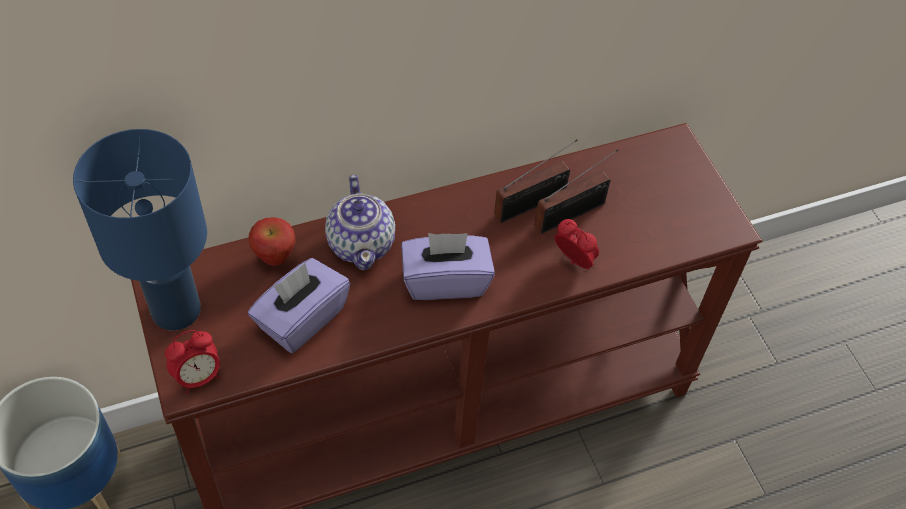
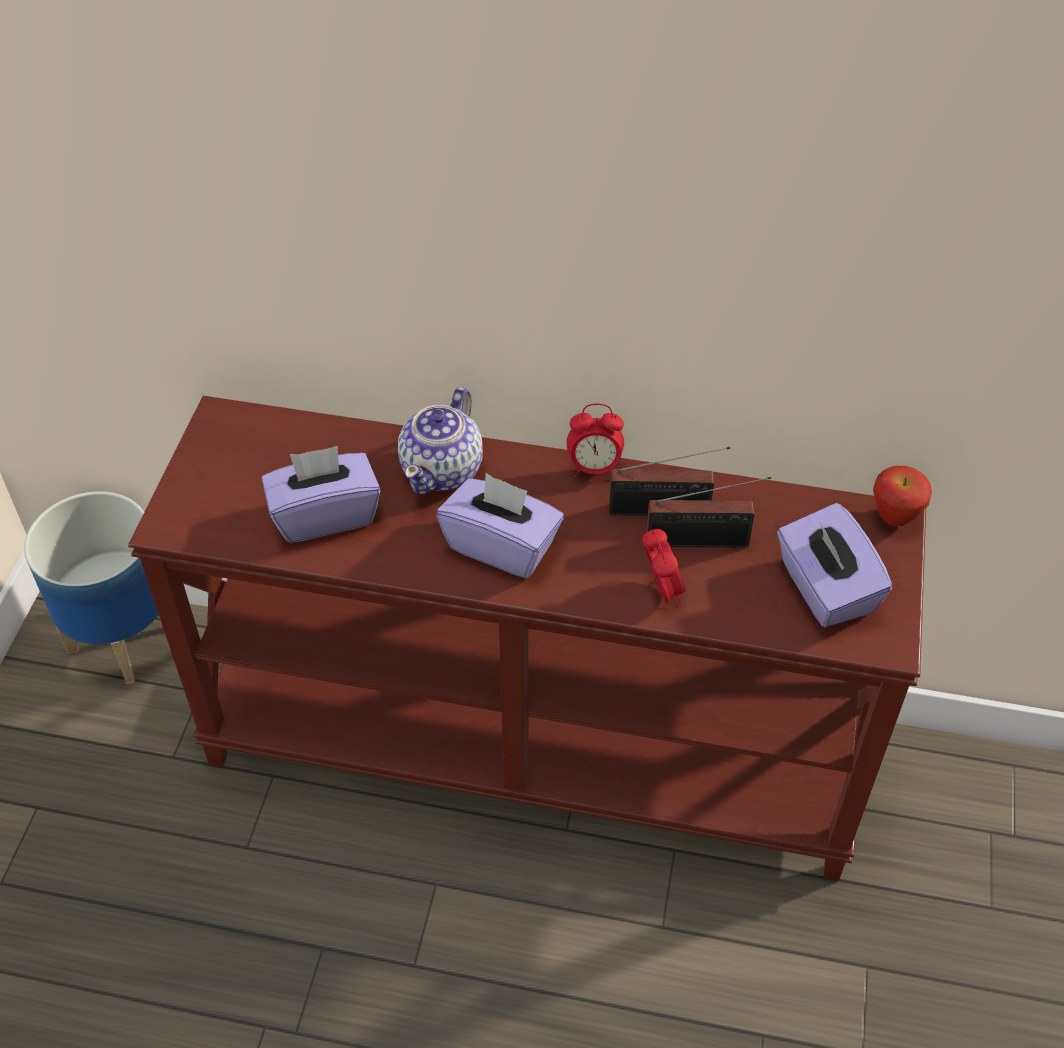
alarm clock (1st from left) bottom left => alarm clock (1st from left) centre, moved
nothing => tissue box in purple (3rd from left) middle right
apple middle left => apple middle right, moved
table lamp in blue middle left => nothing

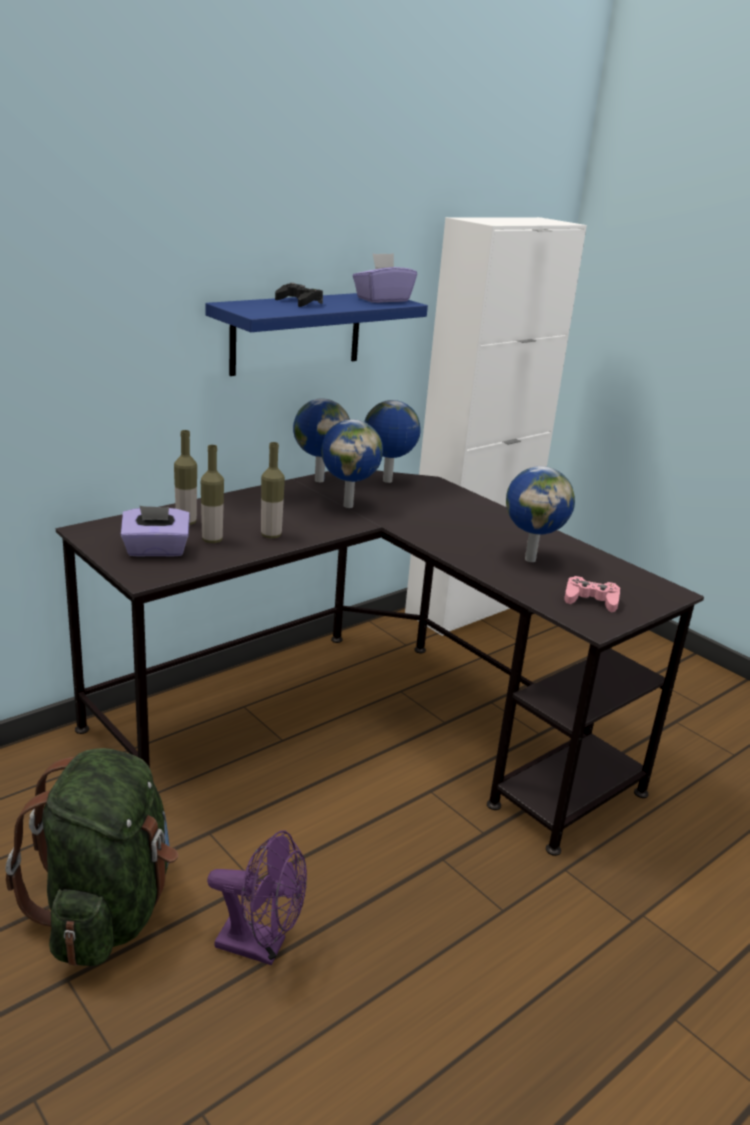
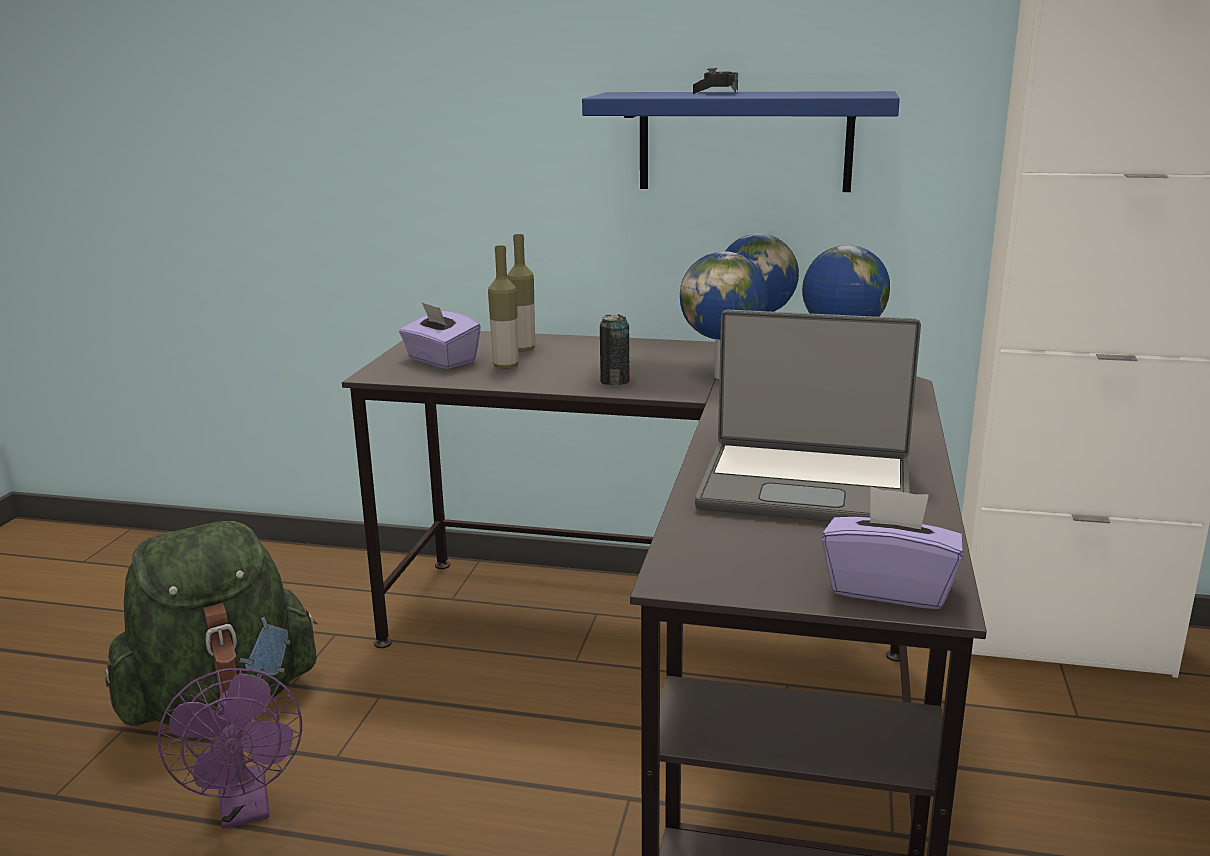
nothing => can centre
globe (4th from left) middle right => laptop middle right
tissue box in purple (2nd from left) top centre => tissue box in purple (2nd from left) middle right, moved
bottle (3rd from left) centre => nothing
game controller in pink middle right => nothing

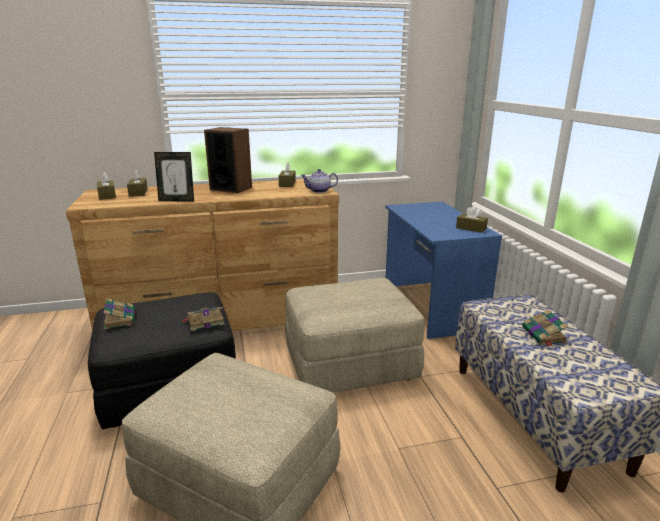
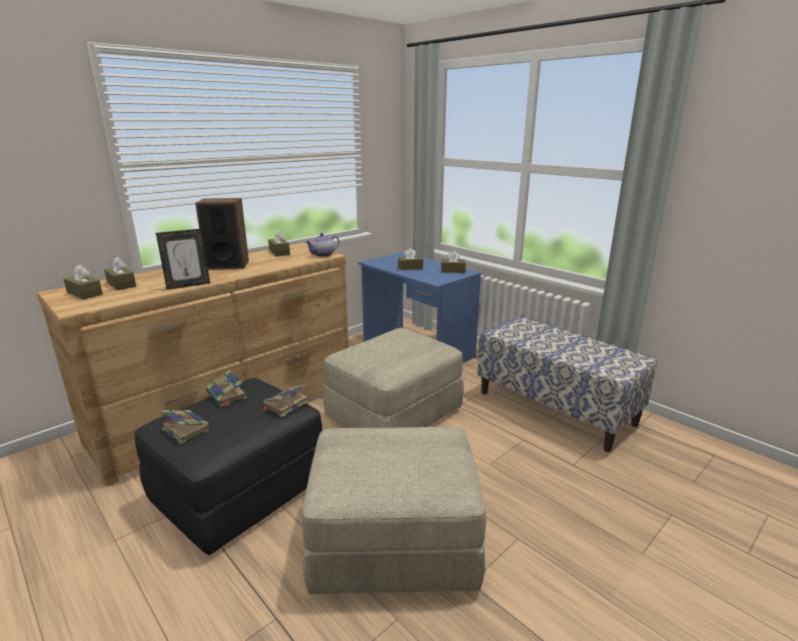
book (3rd from left in the first image) middle right => book (2nd from left) middle left, moved
nothing => tissue box in brown (4th from left) centre

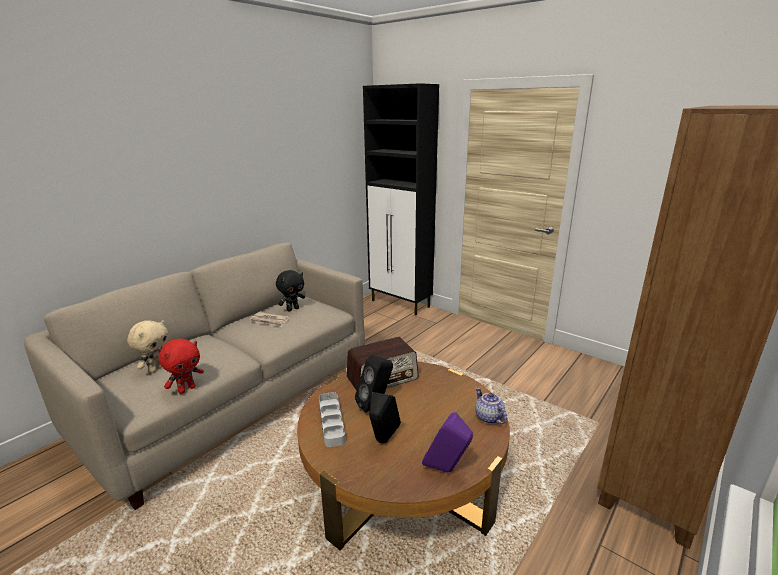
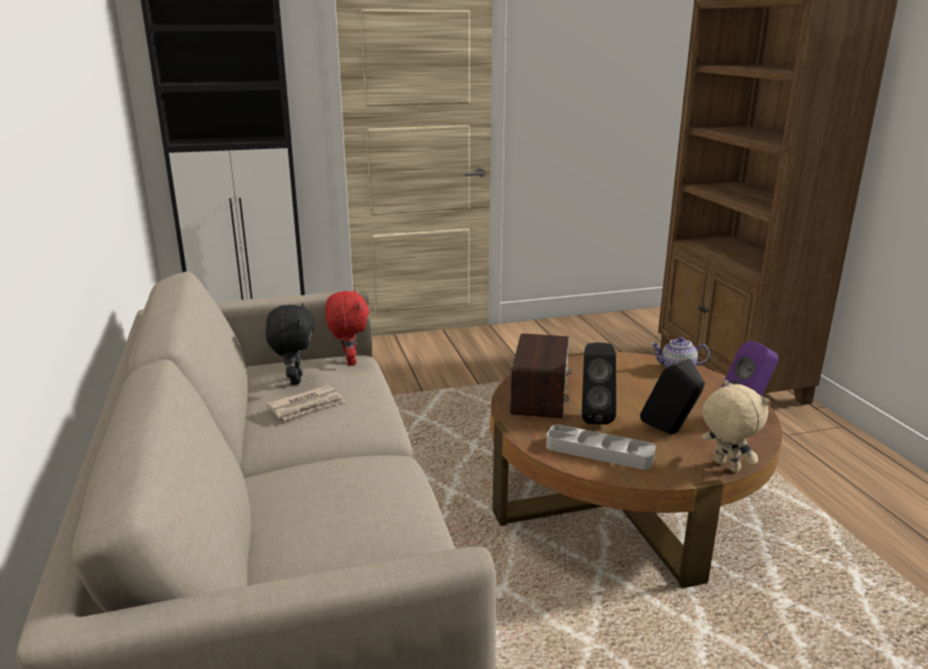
plush toy in red middle left => plush toy in red centre, moved
plush toy in beige middle left => plush toy in beige middle right, moved

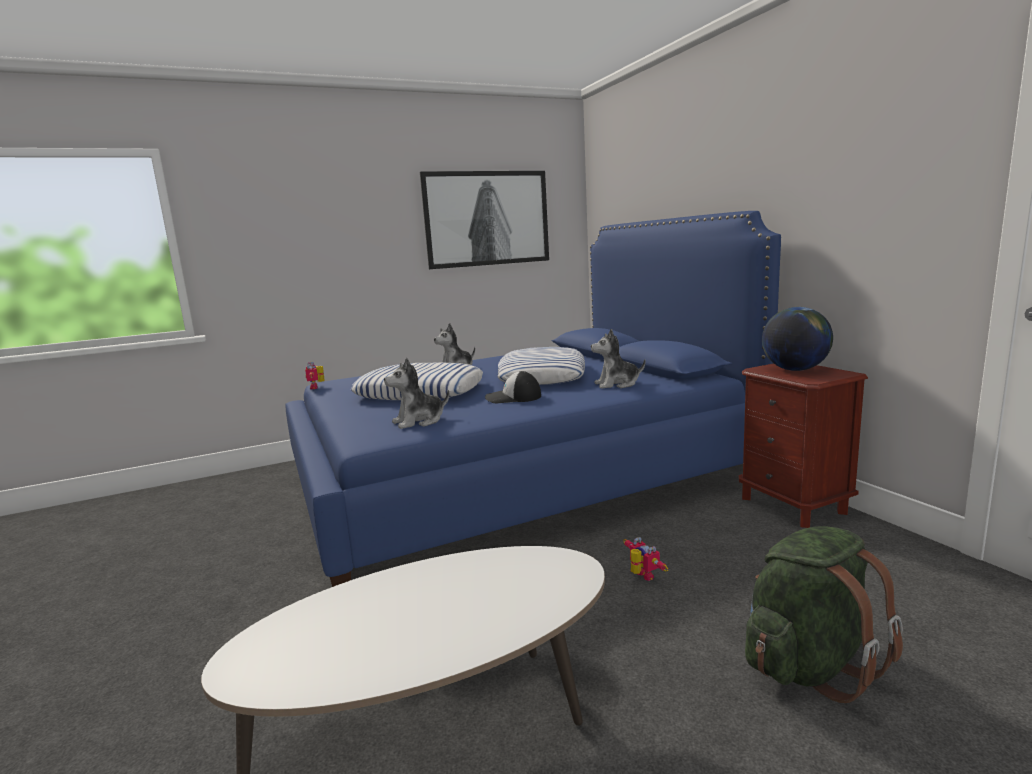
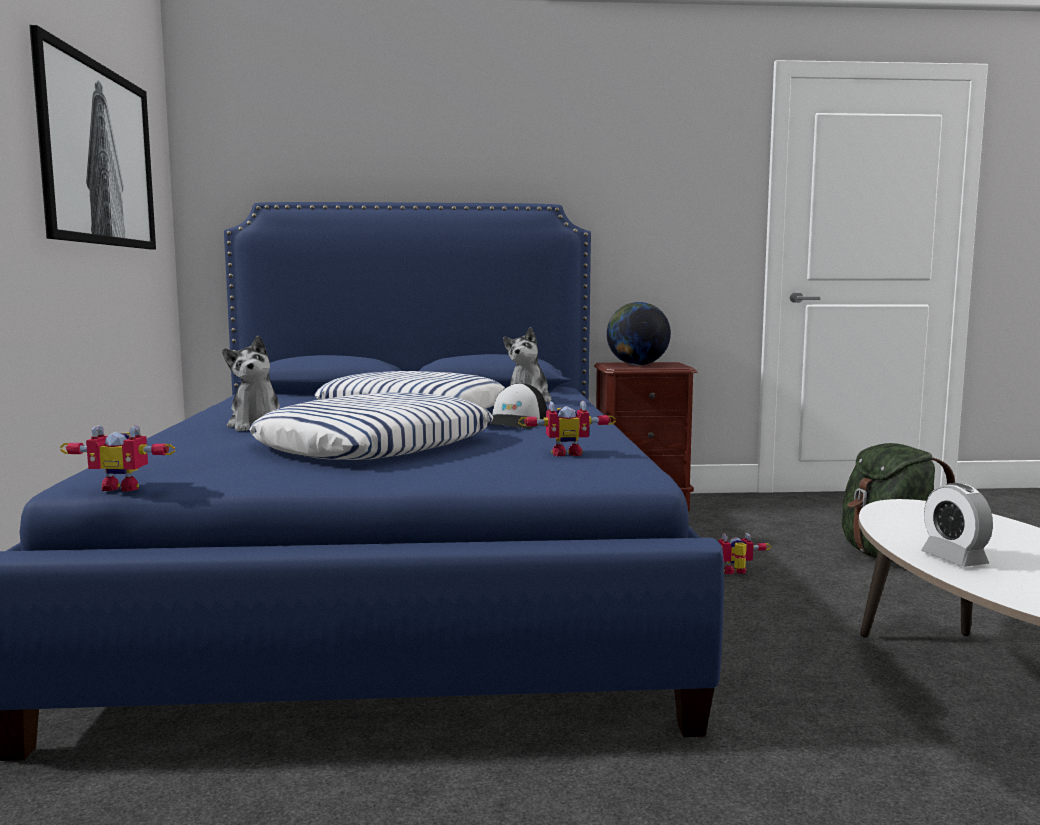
plush toy (1st from left) centre => toy robot (2nd from left) centre
nothing => alarm clock middle right

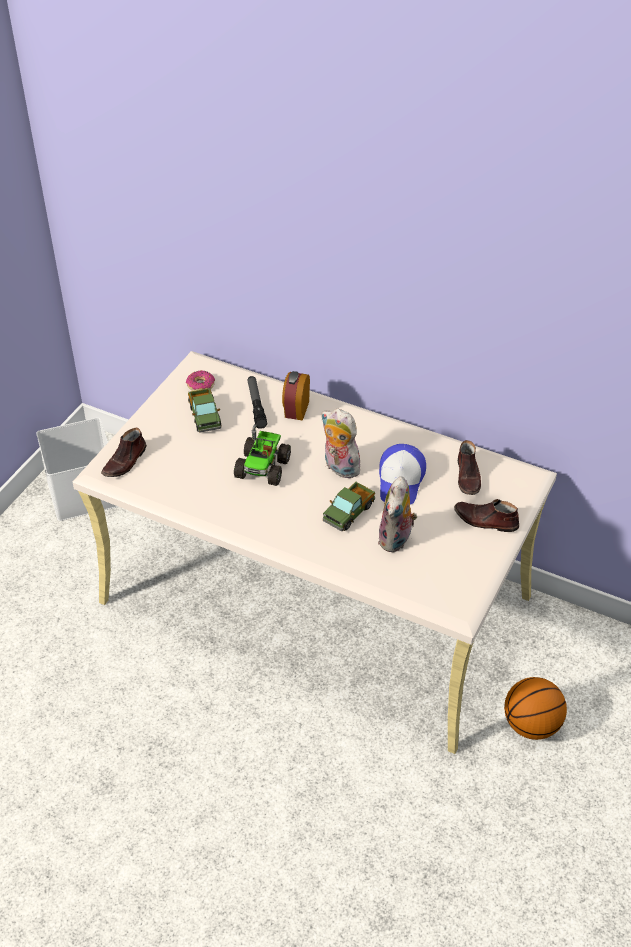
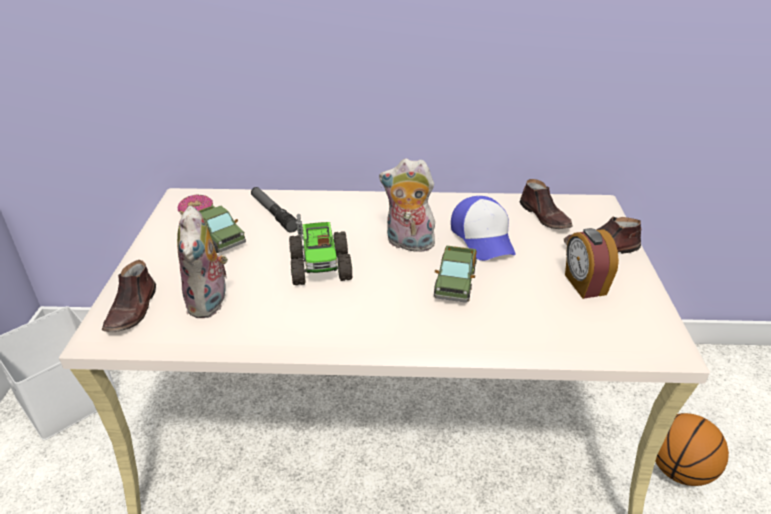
plush toy (2nd from left in the first image) centre => plush toy (1st from left) middle left, moved
alarm clock centre => alarm clock middle right, moved

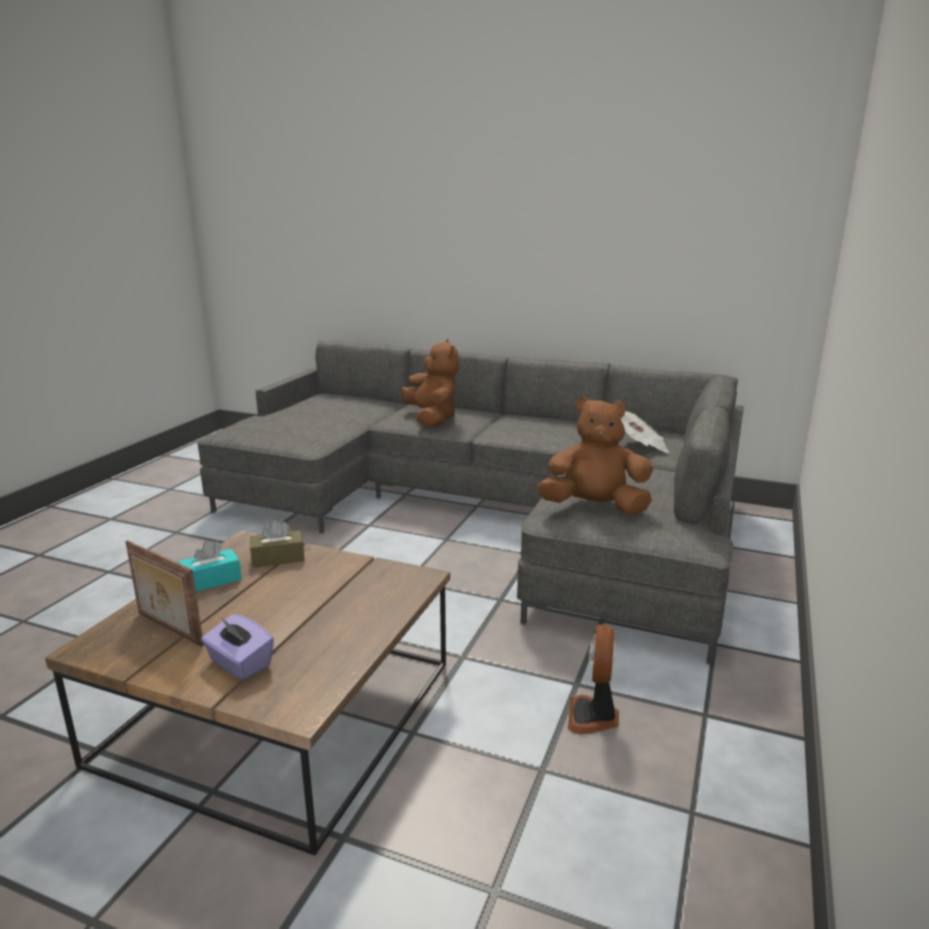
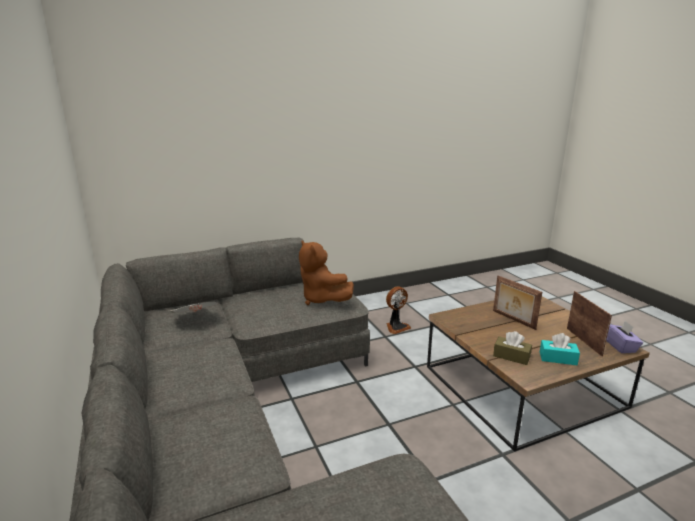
nothing => picture frame (1st from left) middle right
tissue box in purple bottom left => tissue box in purple middle right, moved
plush toy in brown (1st from left) centre => nothing

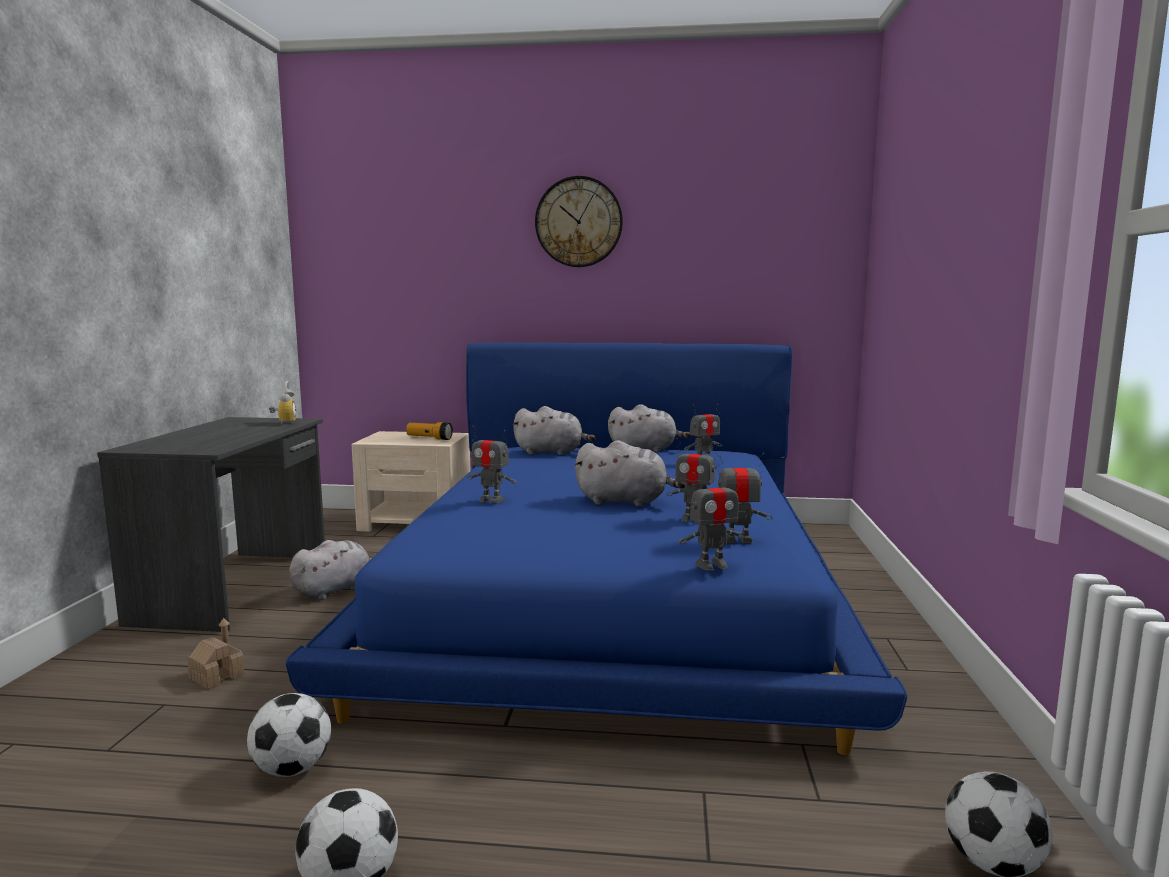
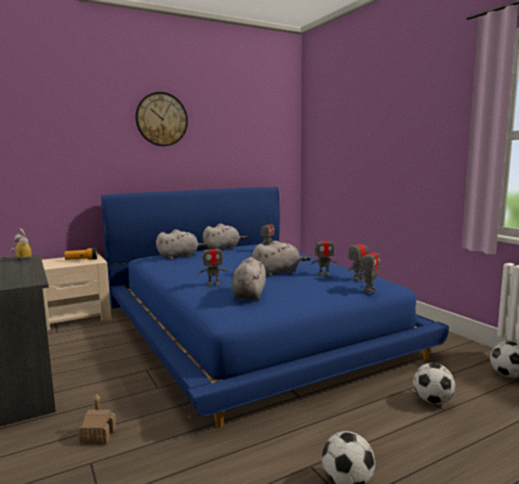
plush toy in grey (1st from left in the first image) middle left => plush toy in grey (3rd from left) centre, moved
football (1st from left in the first image) bottom left => football (2nd from left) bottom right, moved

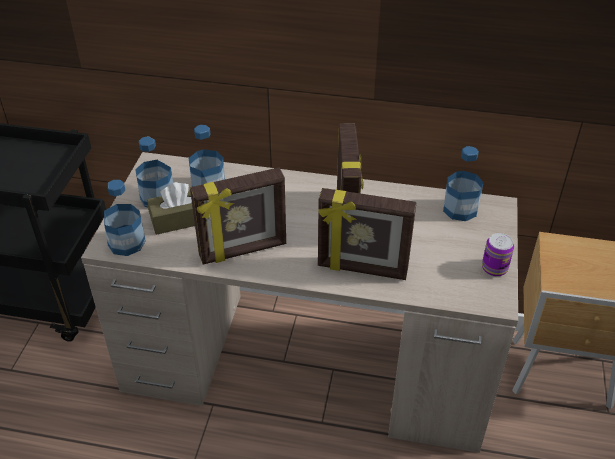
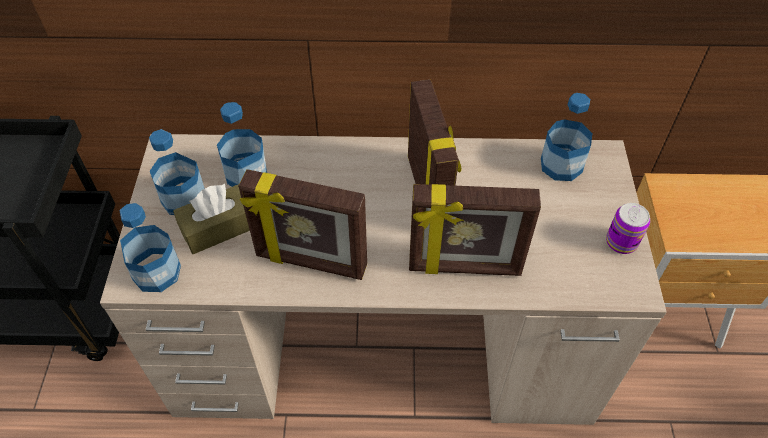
picture frame (1st from left) centre, 45 degrees clockwise

